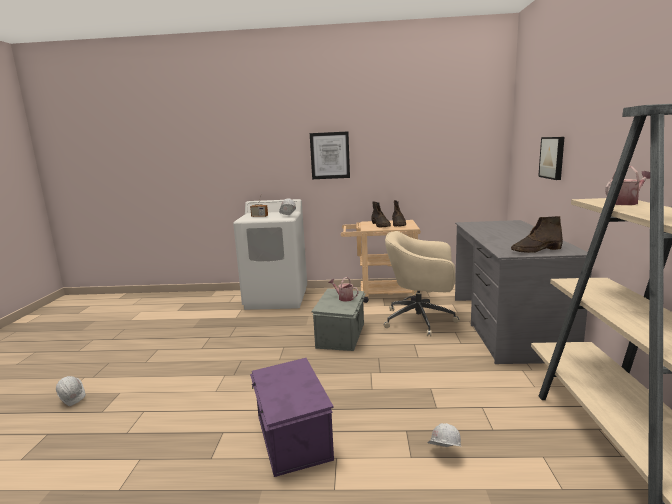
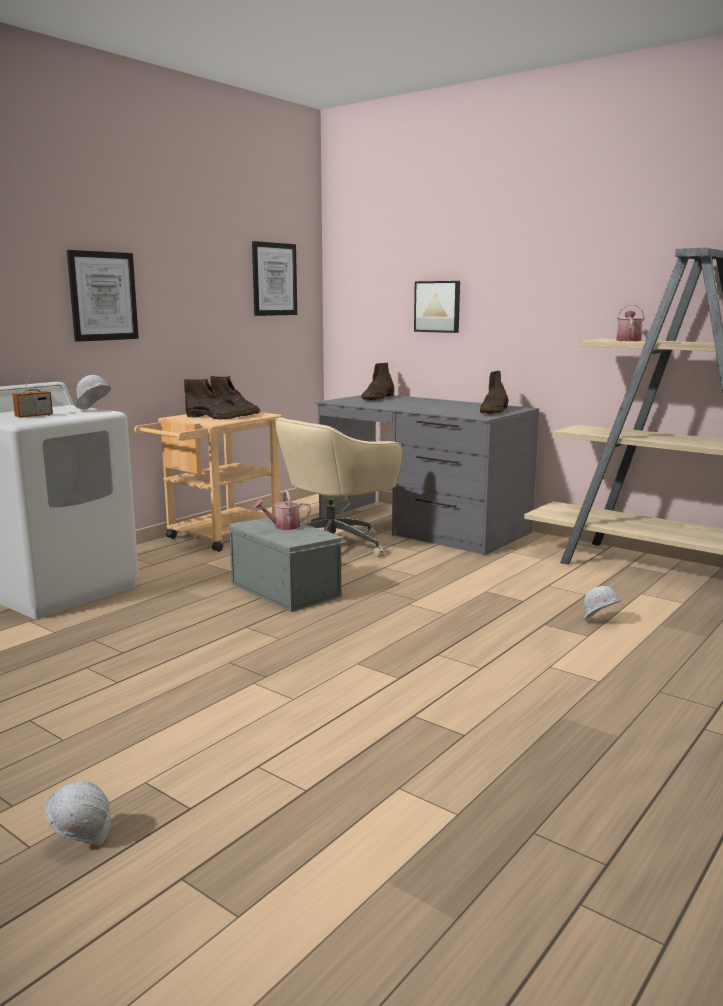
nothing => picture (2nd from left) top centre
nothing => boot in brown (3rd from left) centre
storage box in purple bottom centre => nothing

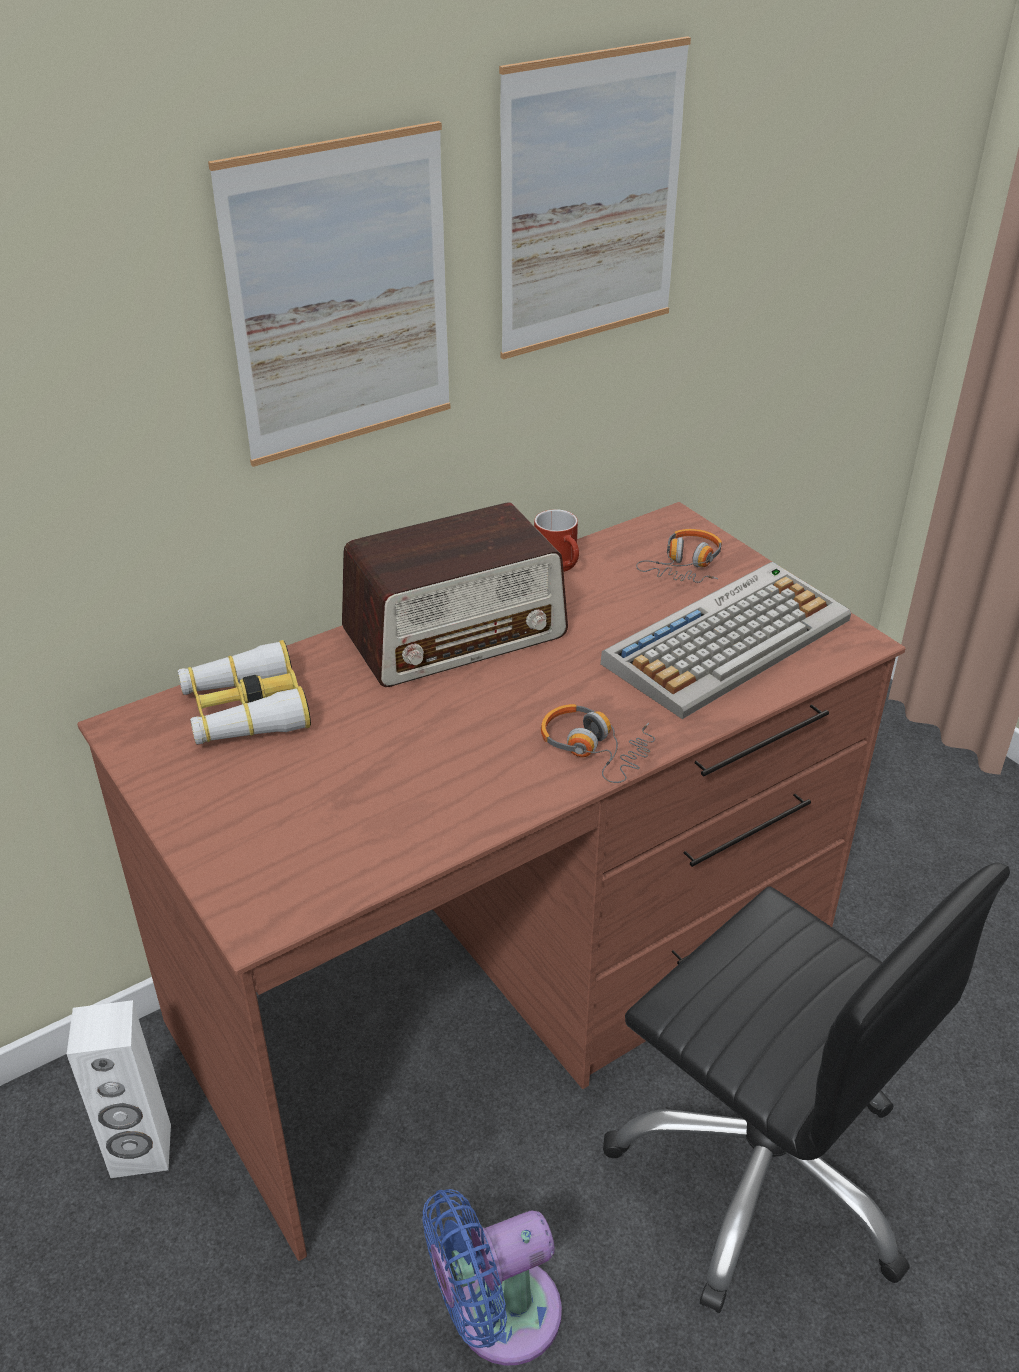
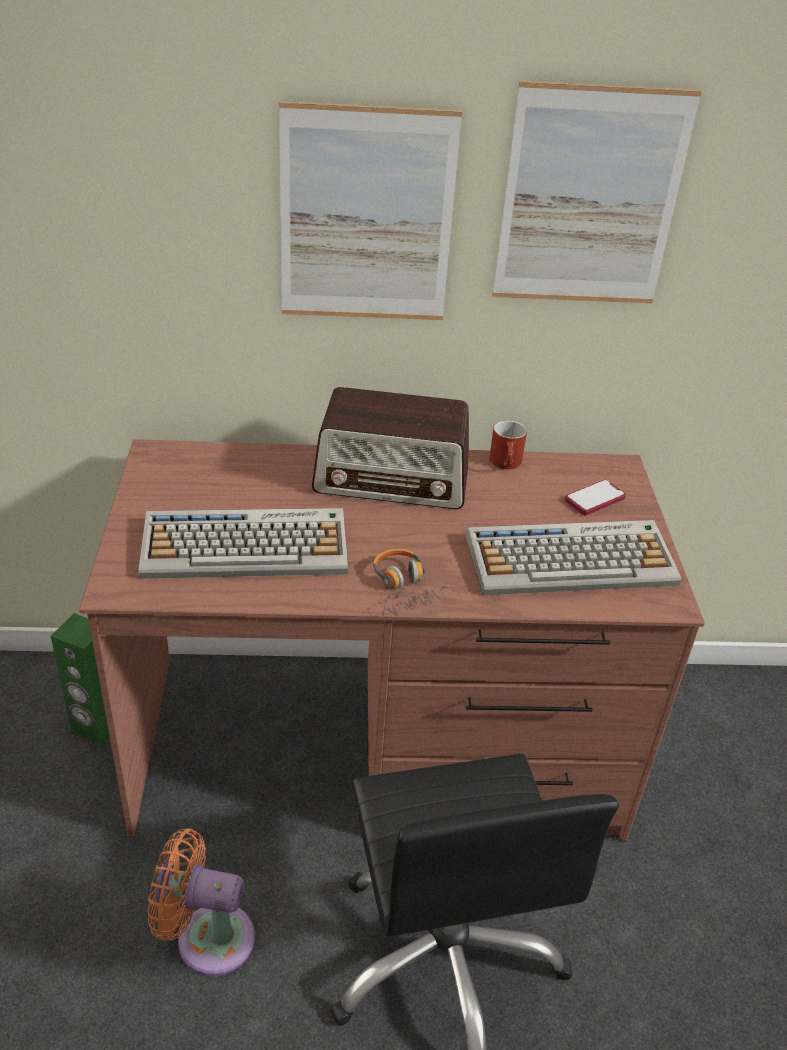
speaker in white bottom left => speaker in green middle left
nothing => keyboard (1st from left) middle left
fan in blue bottom centre => fan in orange bottom left
headphones (2nd from left) centre => phone middle right
binoculars middle left => nothing

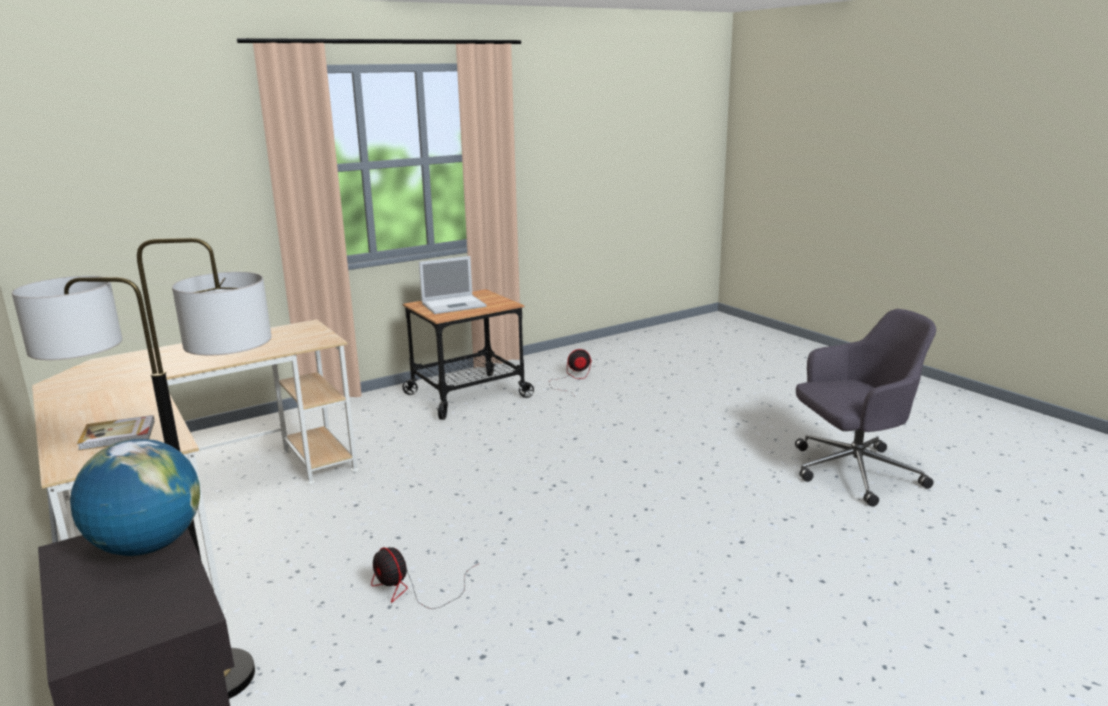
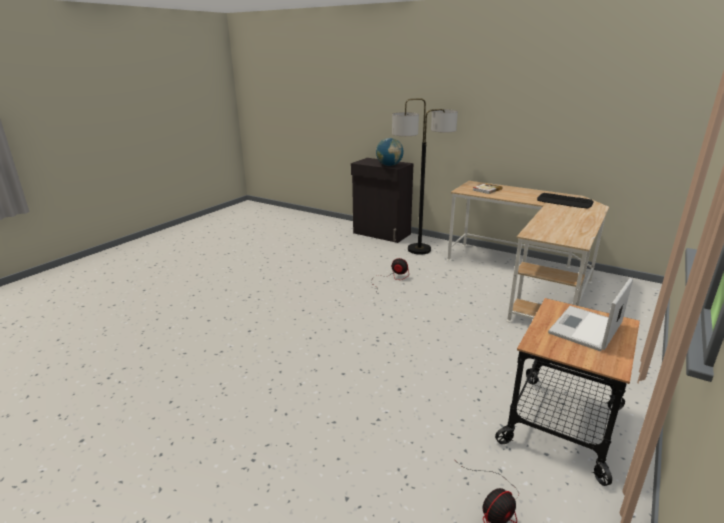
nothing => keyboard middle right
office chair in grey middle right => nothing

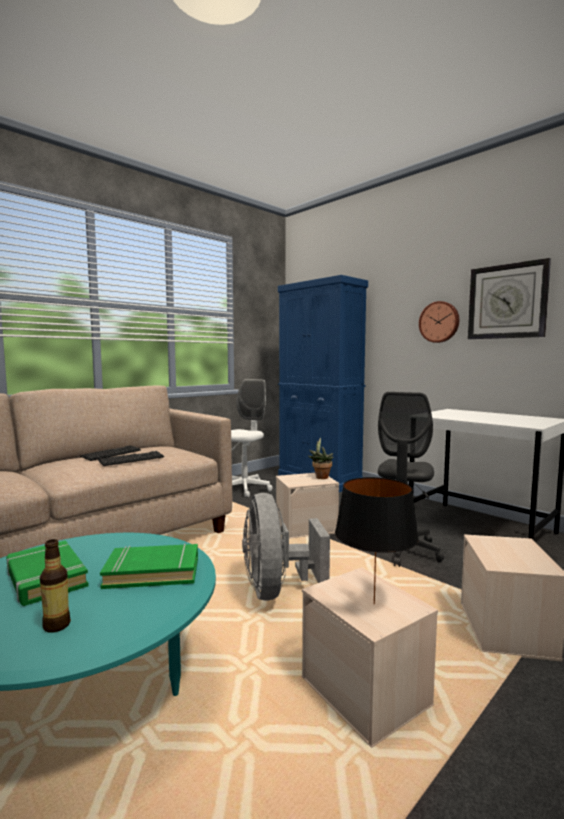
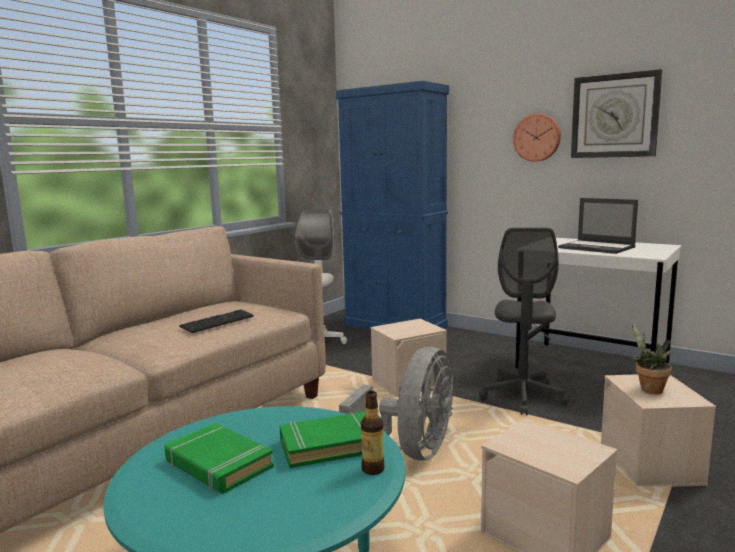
fan in grey bottom centre, 135 degrees counterclockwise
bottle bottom left => bottle bottom centre, moved
nothing => laptop middle right
potted plant centre => potted plant middle right, moved
keyboard (1st from left) middle left => nothing
table lamp in black middle right => nothing

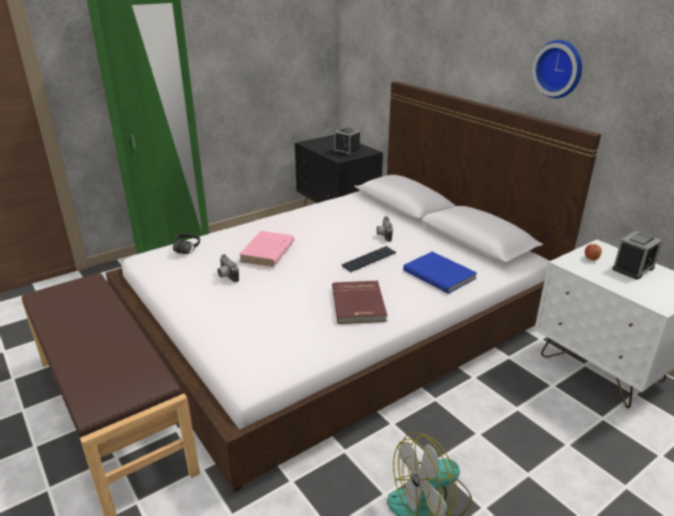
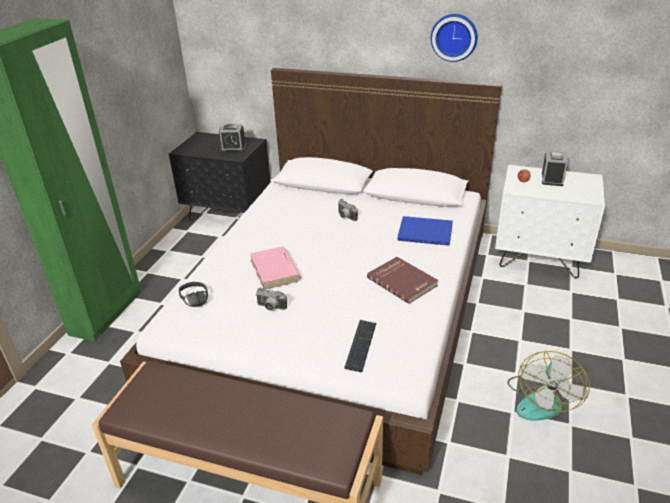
keyboard centre => keyboard bottom centre, moved

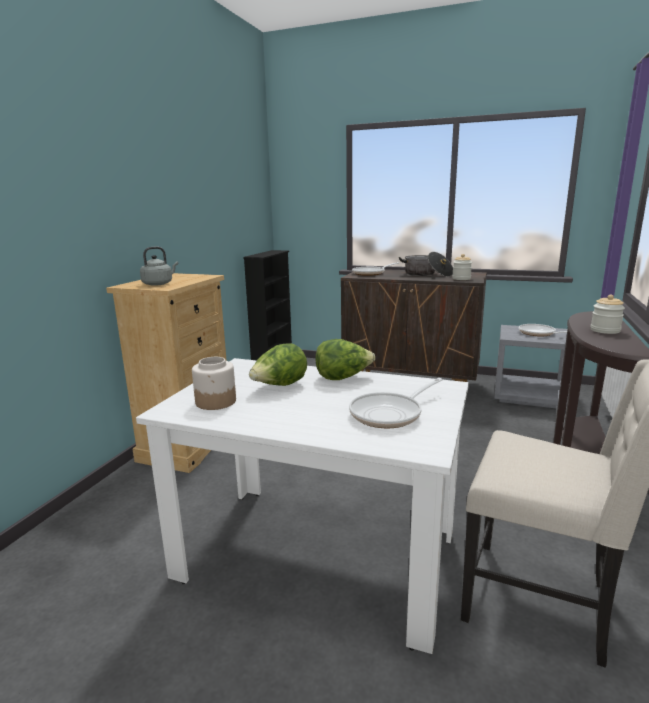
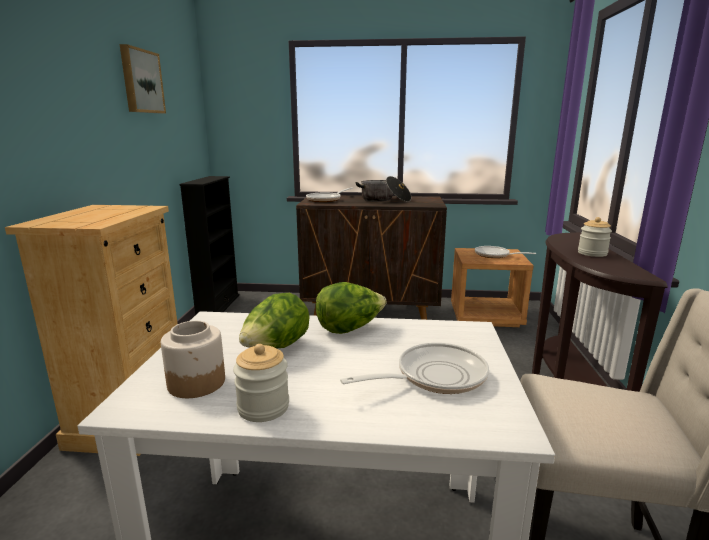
nothing => picture top left
jar (2nd from left) middle right => jar (2nd from left) bottom centre, moved
frying pan (2nd from left) centre => frying pan (2nd from left) bottom centre, 150 degrees counterclockwise
nightstand in grey middle right => nightstand in brown middle right
kettle in grey middle left => nothing

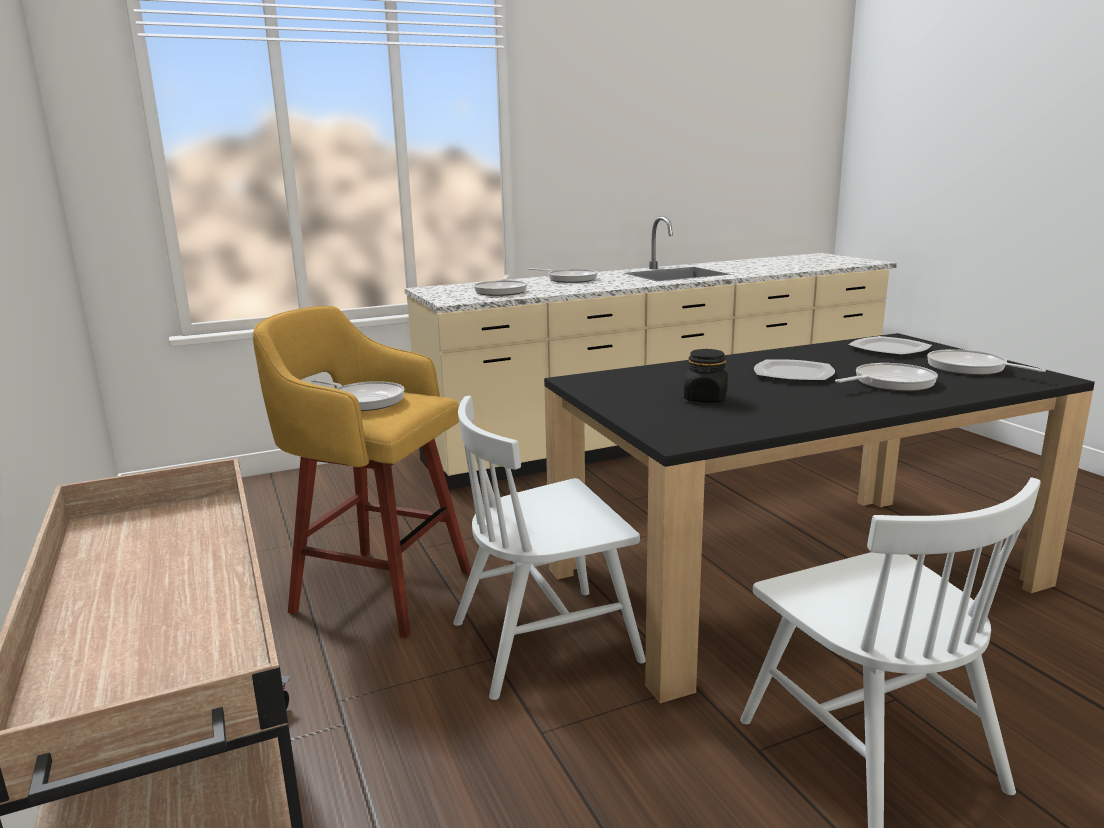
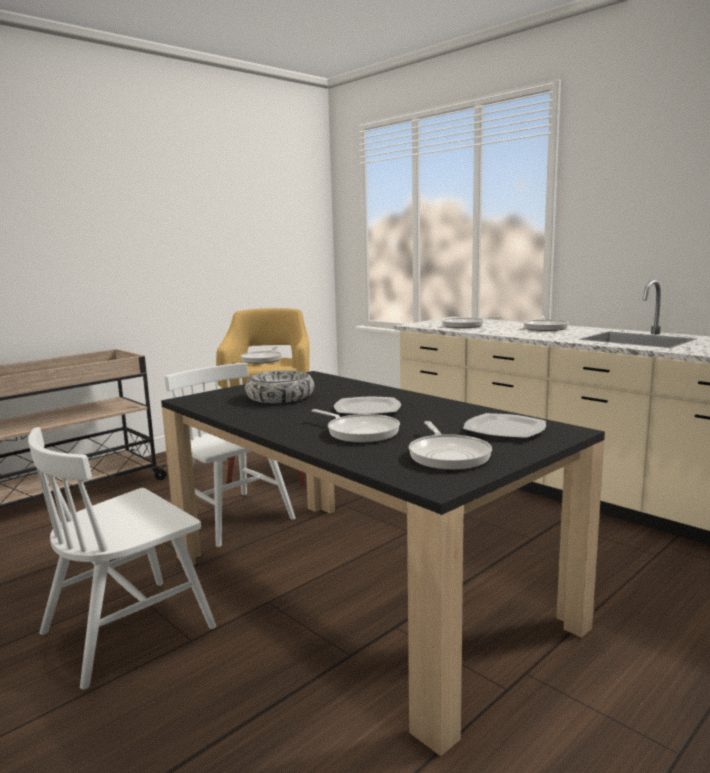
jar in black centre => bowl centre
frying pan (5th from left in the first image) middle right => frying pan (3rd from left) centre, 135 degrees clockwise

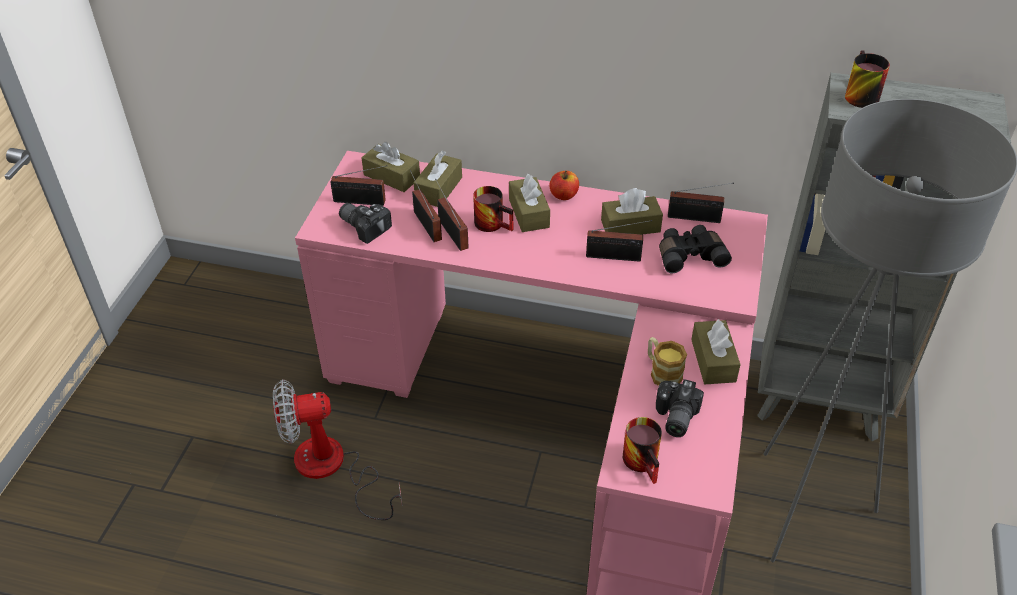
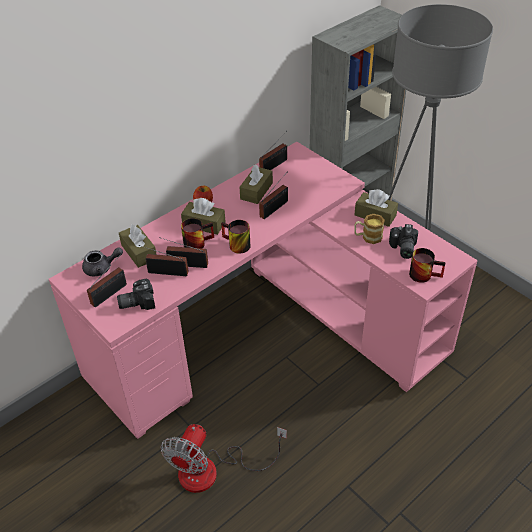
tissue box in brown (1st from left) top centre => teapot in grey middle left
mug (4th from left in the first image) top right => mug (2nd from left) centre, moved
photo camera (2nd from left) bottom right => photo camera (2nd from left) middle right, 45 degrees clockwise
binoculars in black middle right => nothing

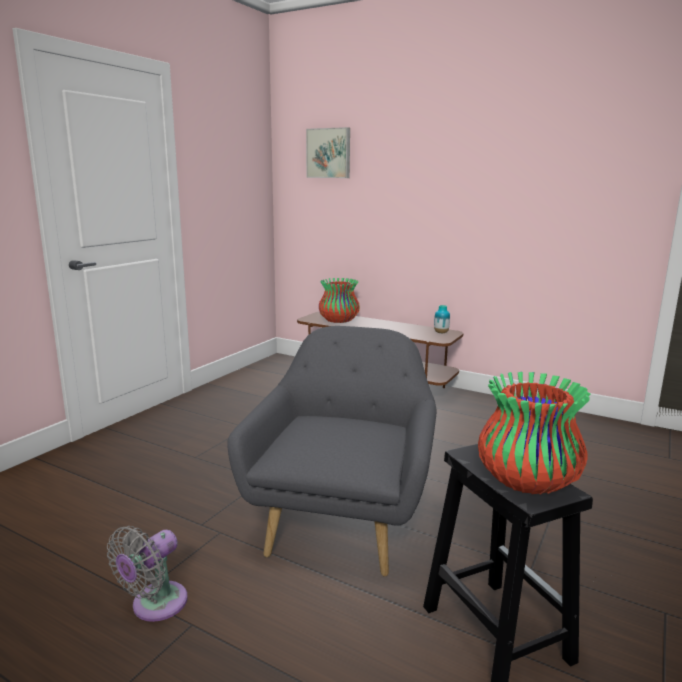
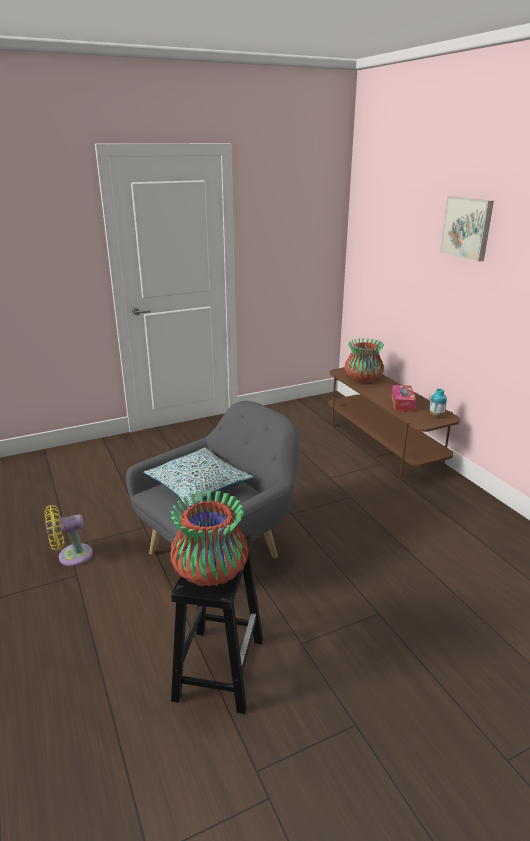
fan in grey bottom left => fan in yellow middle left
nothing => pillow centre
nothing => tissue box middle right
picture top centre => picture top right, moved

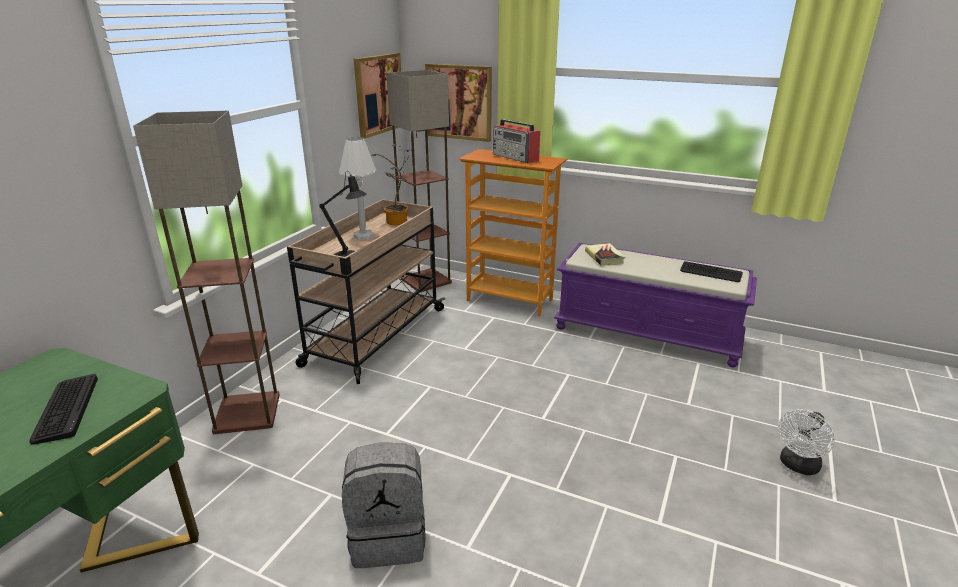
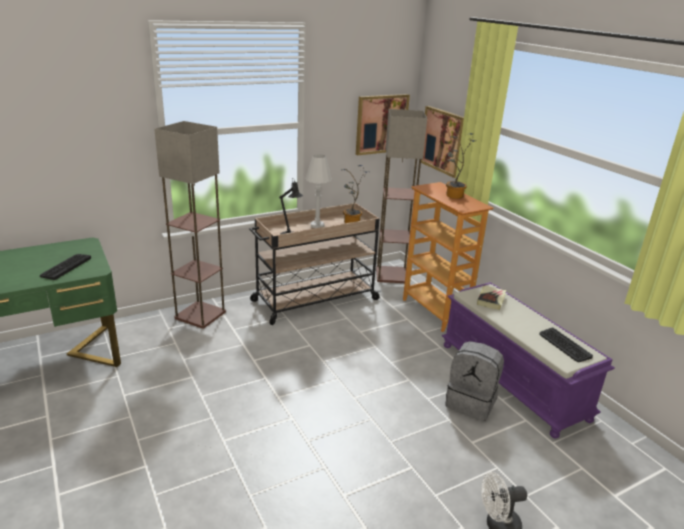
backpack in grey bottom centre => backpack in grey bottom right, moved
radio top centre => potted plant (2nd from left) top right

